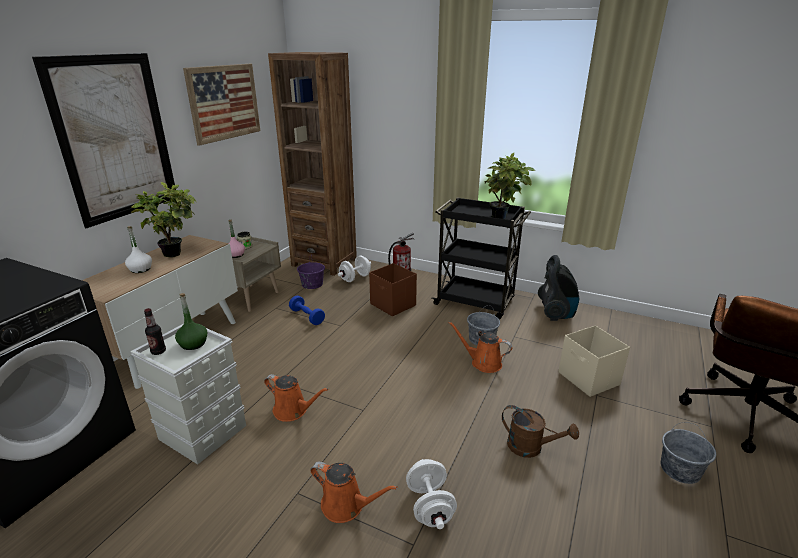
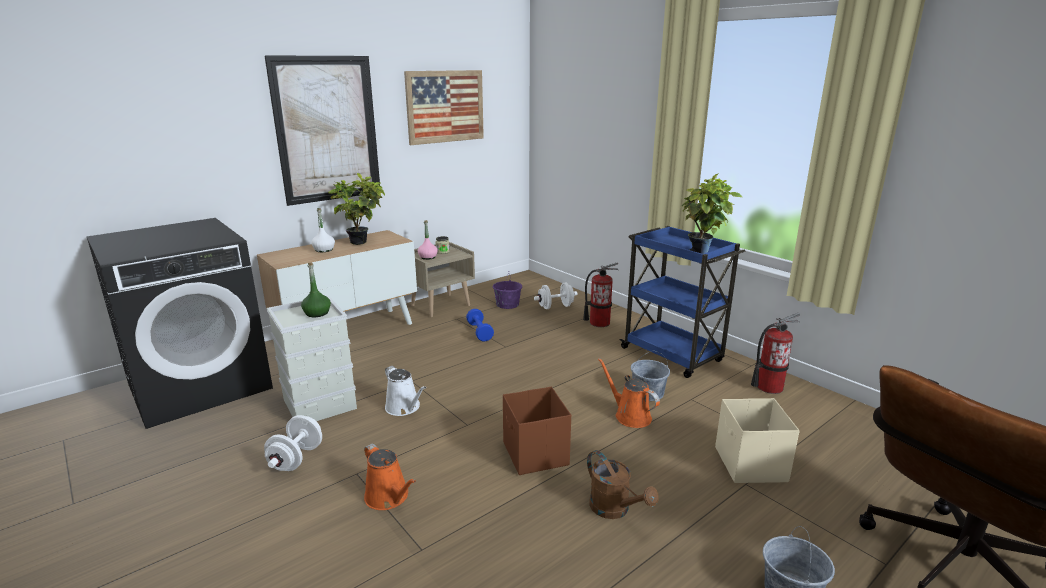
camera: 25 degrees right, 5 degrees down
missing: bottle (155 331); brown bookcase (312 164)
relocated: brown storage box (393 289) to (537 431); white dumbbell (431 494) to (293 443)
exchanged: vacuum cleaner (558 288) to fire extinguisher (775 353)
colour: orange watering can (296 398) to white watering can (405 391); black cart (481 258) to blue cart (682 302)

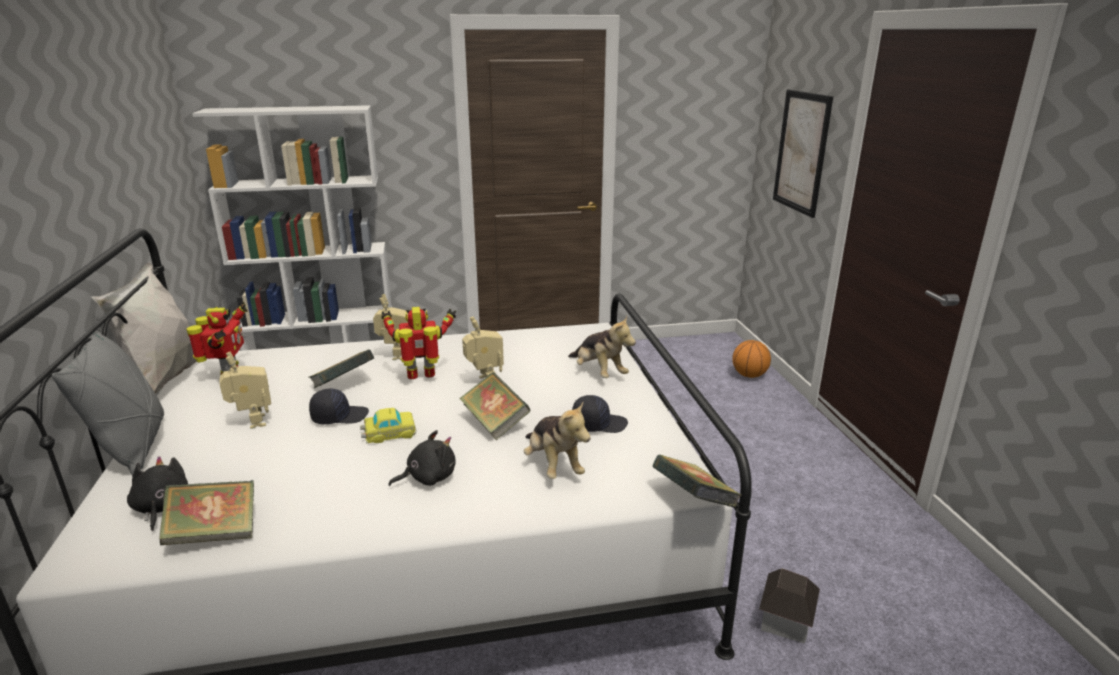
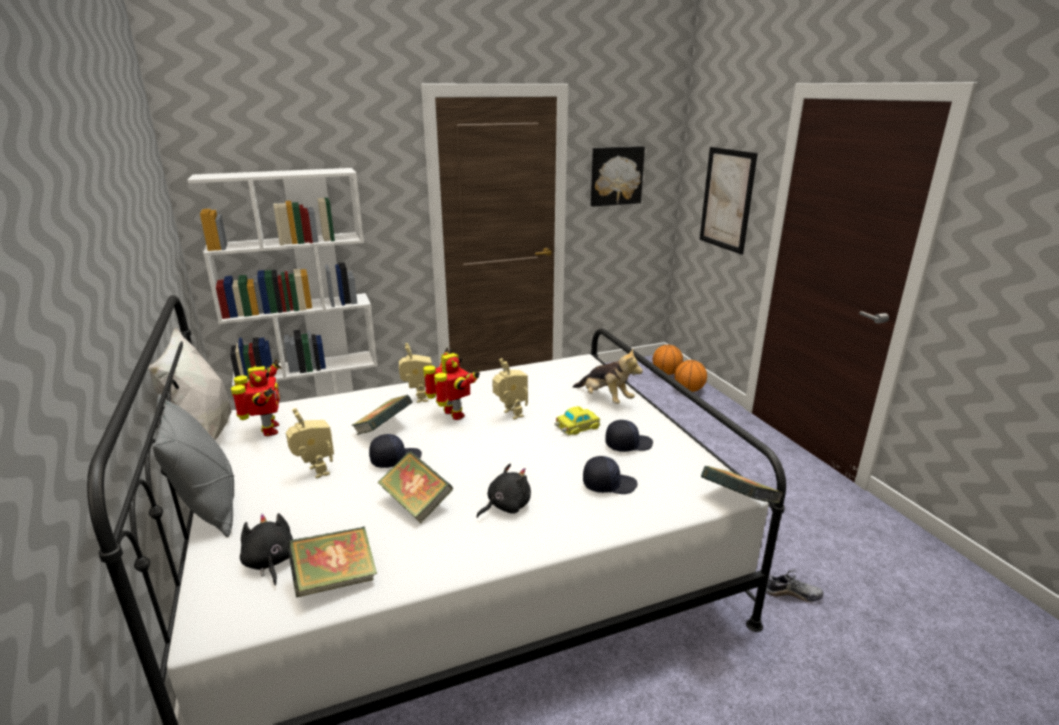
camera: 10 degrees left, 0 degrees up
appeared: picture (618 176); basketball (668 360)
relocated: toy car (388 425) to (577 421); book (495 406) to (415 487)
exchanged: plush toy (557 440) to black cap (610 475); toy house (789 606) to shoe (794 585)
spun: toy robot (419 343) = (451 384) 75 degrees clockwise

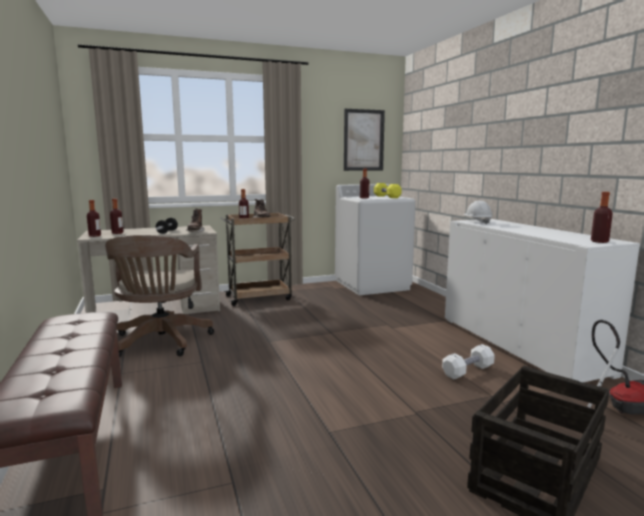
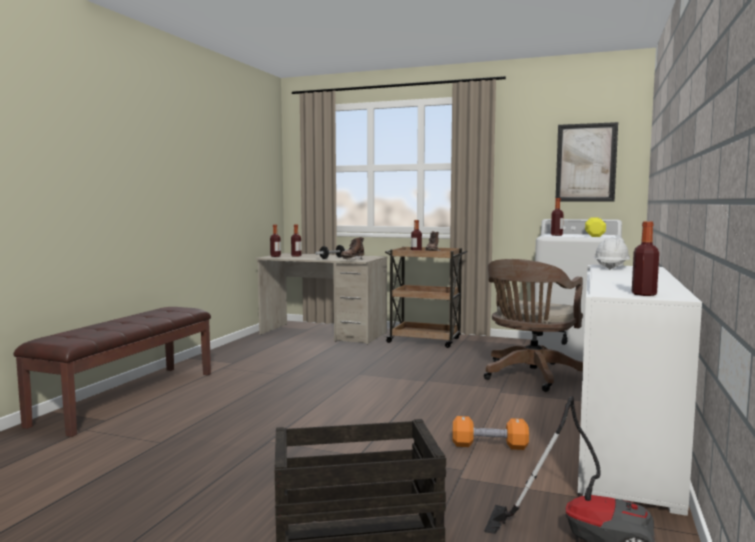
camera: 40 degrees right, 5 degrees down
relocated: brown office chair (159 296) to (533 325)
colour: white dumbbell (468 361) to orange dumbbell (491 433)

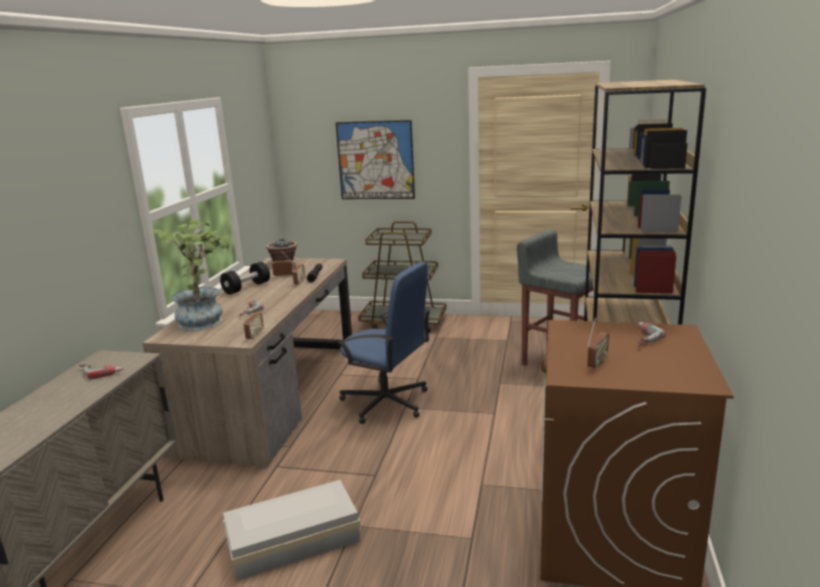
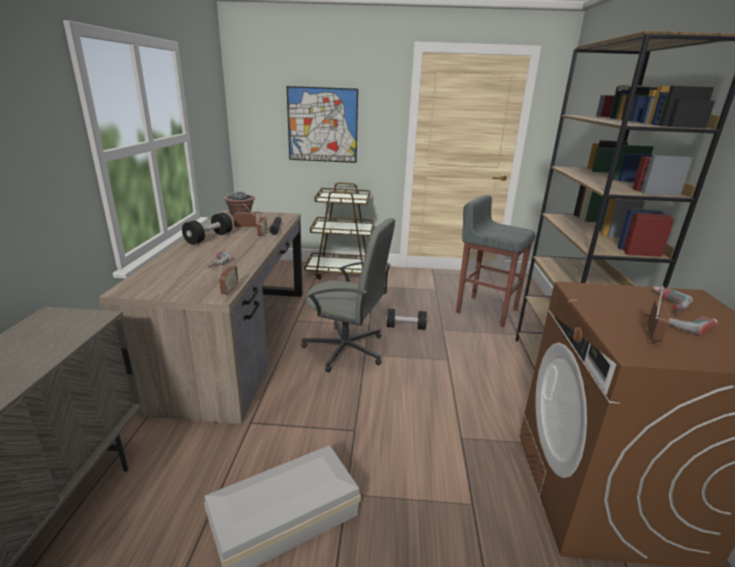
camera: 10 degrees left, 5 degrees up
missing: potted plant (190 274)
appeared: black dumbbell (406 319)
relocated: power drill (101 371) to (681 325)
colour: blue office chair (384 343) to grey office chair (348 295)

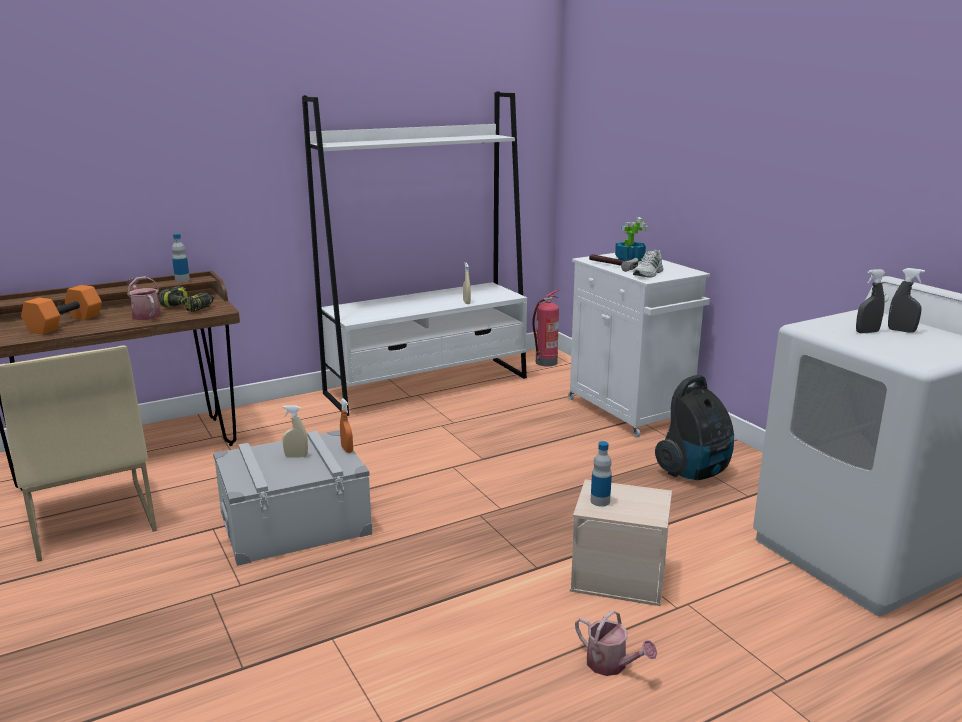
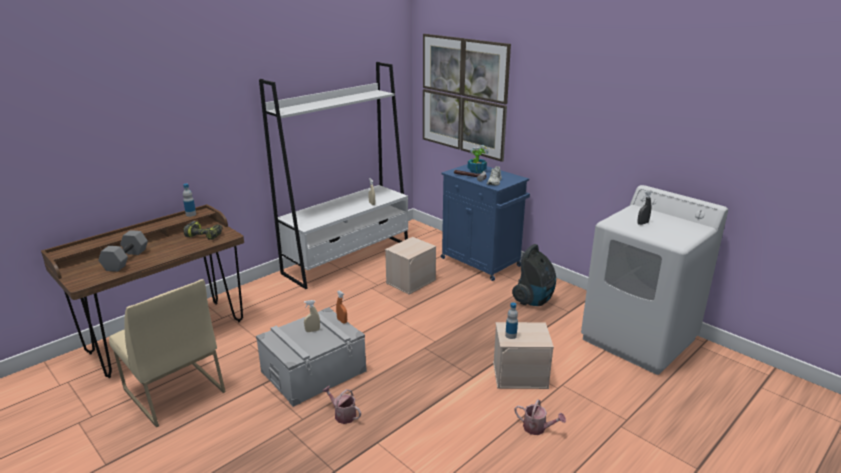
camera: 15 degrees left, 5 degrees up
missing: fire extinguisher (546 328); grey spray bottle (906 300)
appeared: beige storage box (410 266); picture (467 98)
relocated: watering can (143 298) to (341 405)
colour: orange dumbbell (61 310) to grey dumbbell (123 251); white cabinet (639 345) to blue cabinet (485 222)

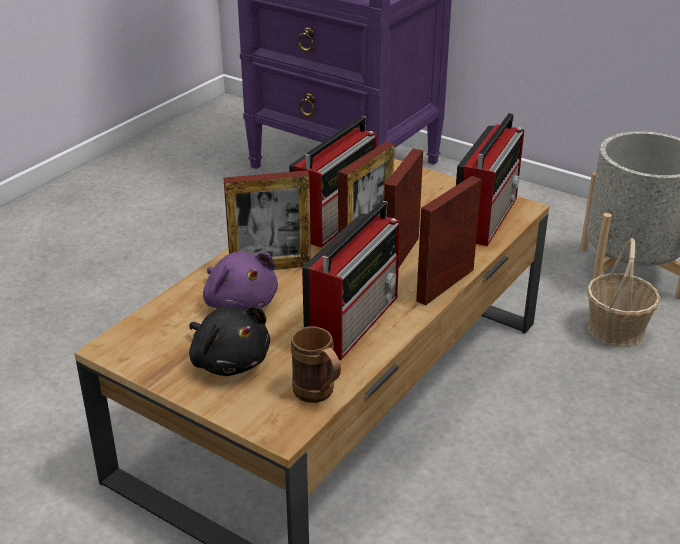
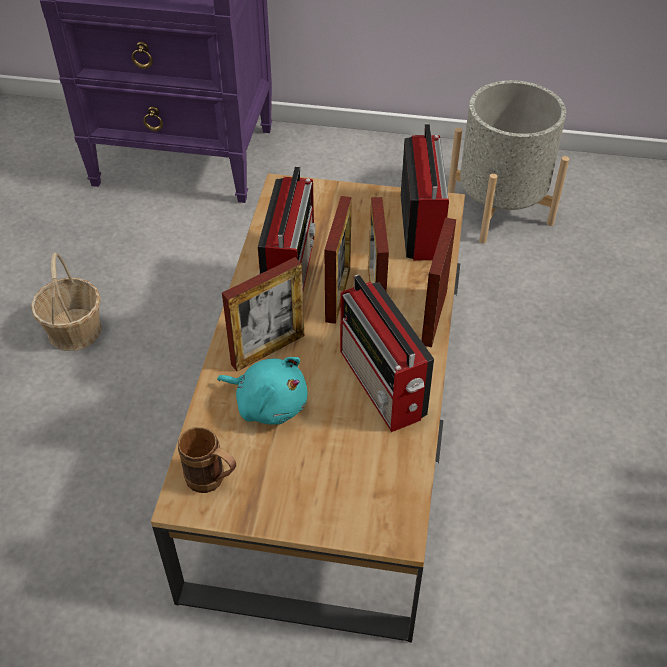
camera: 25 degrees left, 15 degrees up
missing: black plush toy (229 341)
relocated: brown mug (316 364) to (207 460); basket (623 292) to (66 302)
colour: purple plush toy (240 280) to turquoise plush toy (262 391)
spun: radio (351 280) = (387 353) 150 degrees clockwise

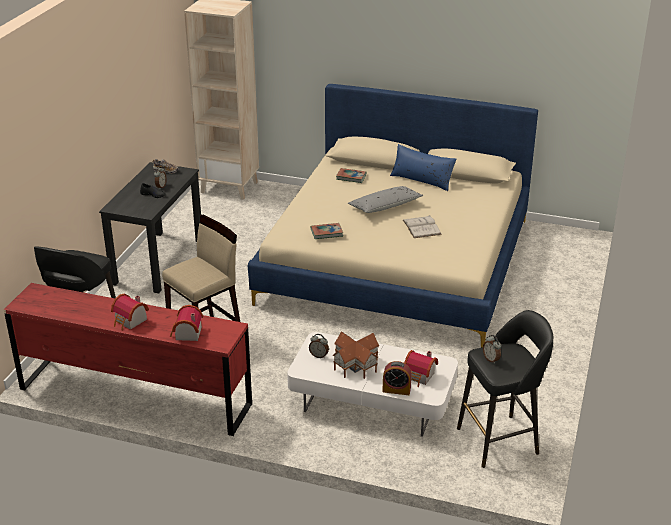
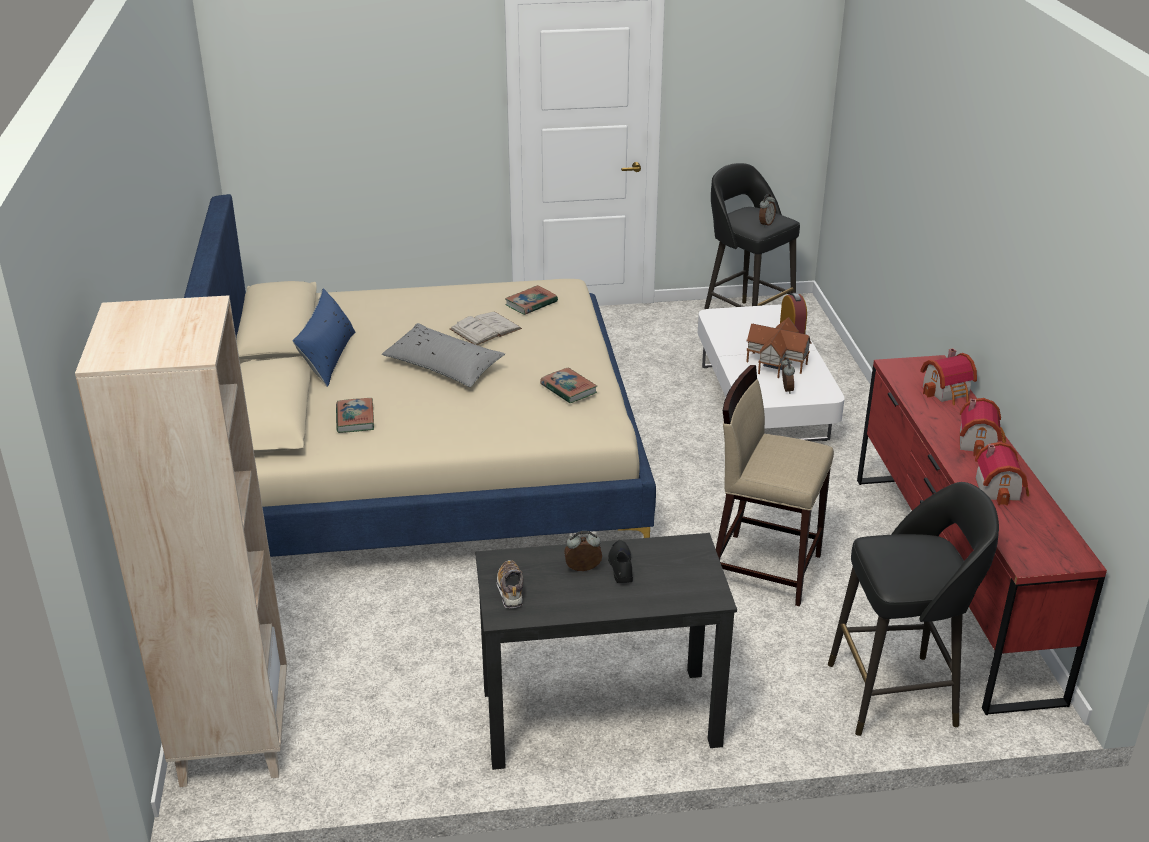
camera: 115 degrees left, 0 degrees up
appeared: book (531 300)
relocated: toy house (421 368) to (1002 474)

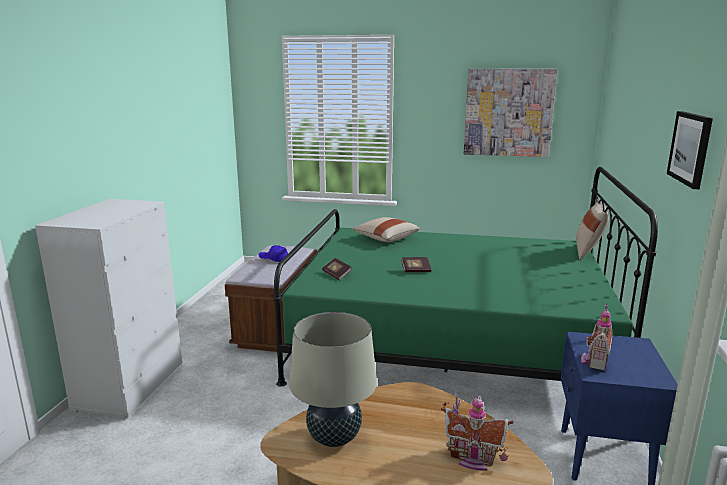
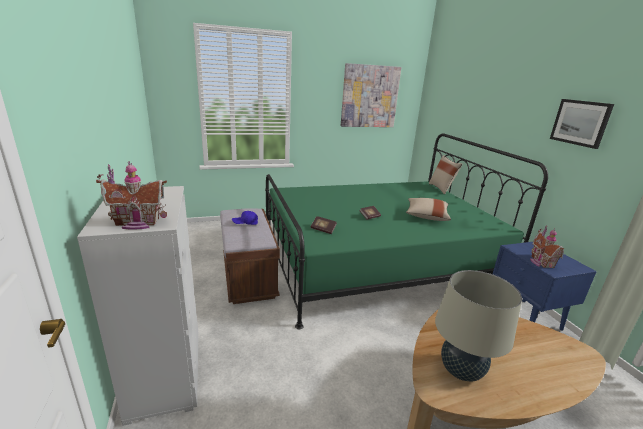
camera: 30 degrees left, 5 degrees up
relocated: beige pillow (386 229) to (428 209); toy house (477 433) to (131 195)

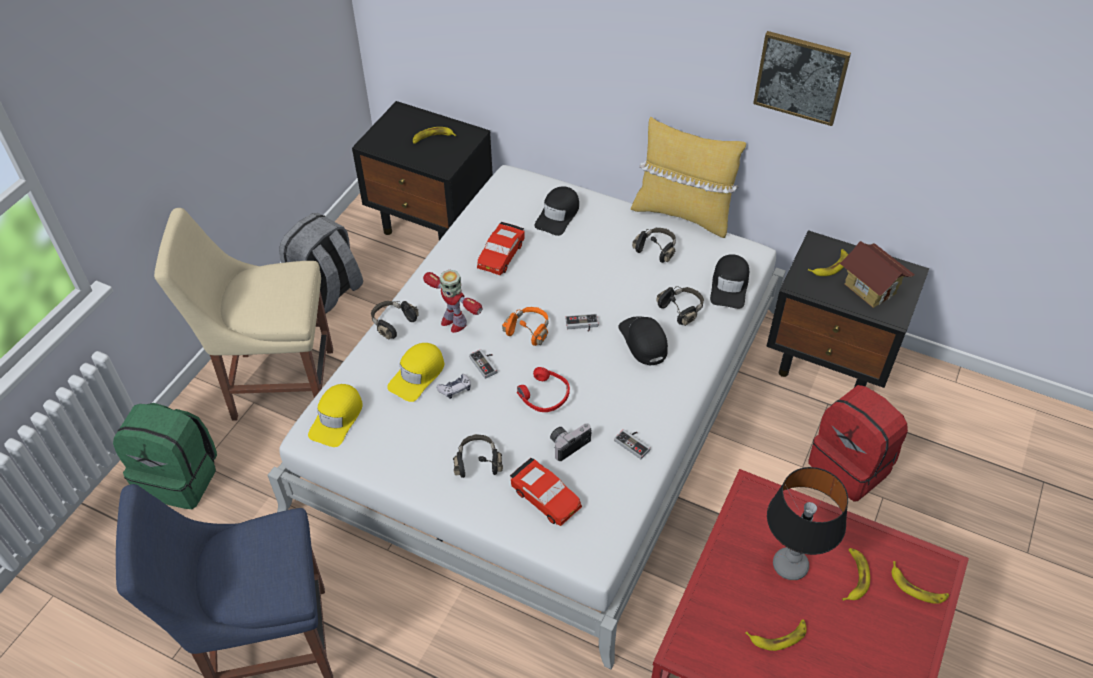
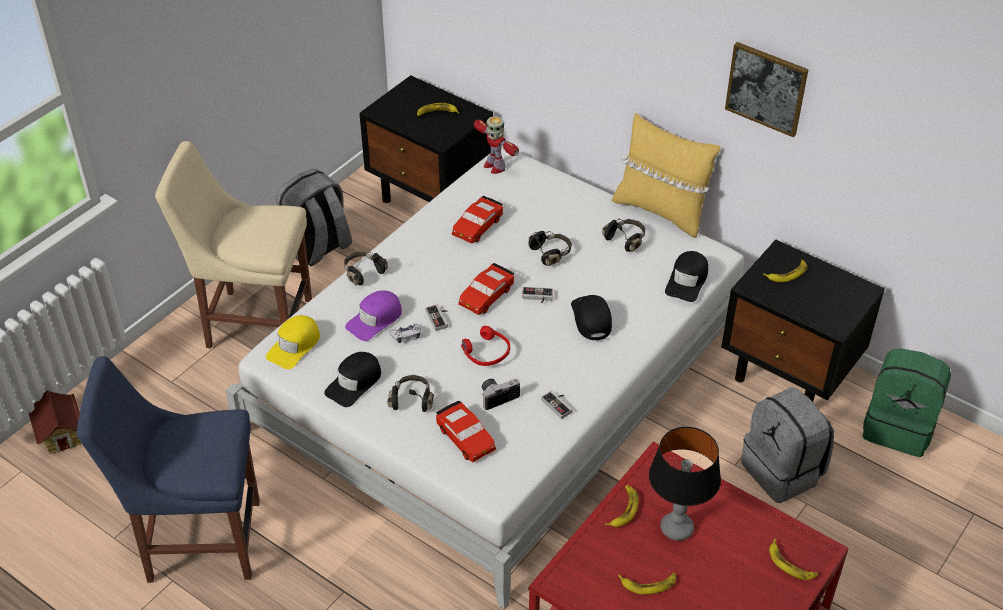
camera: 10 degrees right, 5 degrees down
relocated: green backpack (165 456) to (906 402); toy robot (453 301) to (496 145); black cap (556 211) to (352 379); black headphones (680 306) to (550 248); toy house (877 274) to (54 422); banana (856 574) to (622 506)
exchanged: orange headphones (525 326) to red toy car (486 289)
colour: yellow cap (415 372) to purple cap (373 315); red backpack (858 443) to grey backpack (787 445)

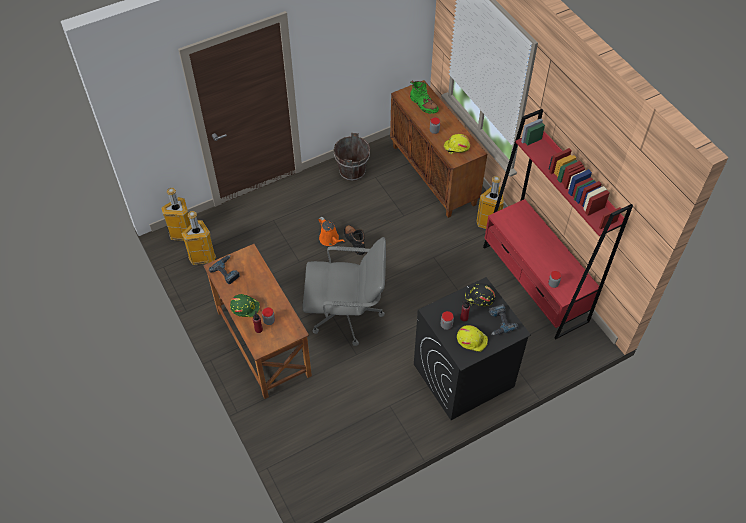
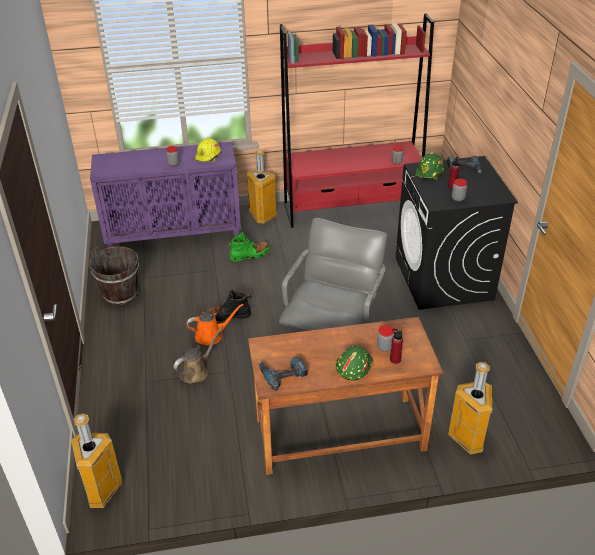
camera: 70 degrees left, 15 degrees down
missing: yellow hard hat (472 338)
appeared: brown watering can (197 356)
relocated: trash can (199 238) to (470 408); green boot (424 97) to (248 247)
colour: brown cabinet (438 149) to purple cabinet (165 194); black hard hat (480 294) to green hard hat (430 166)

